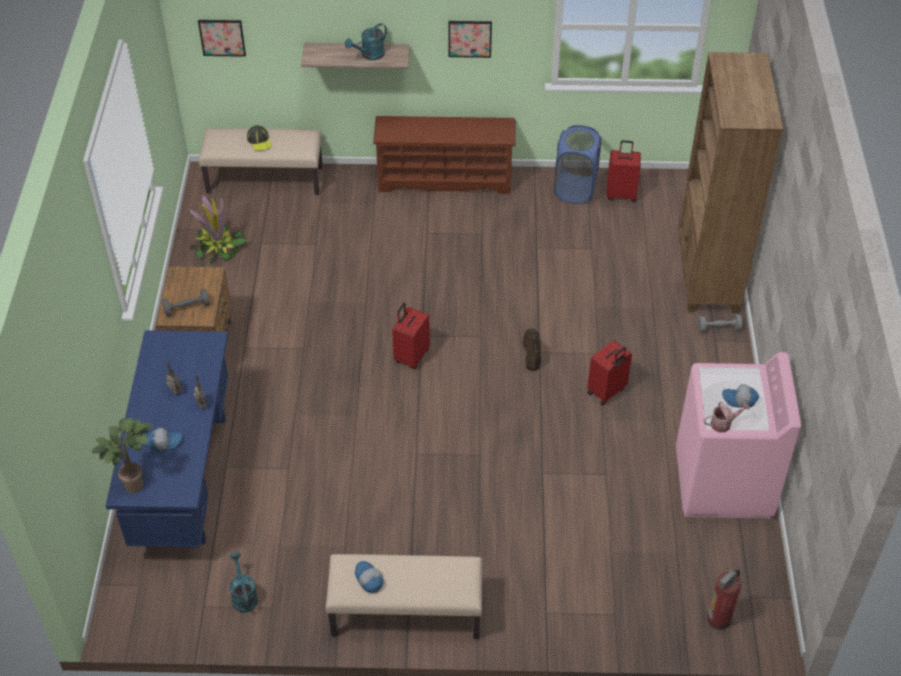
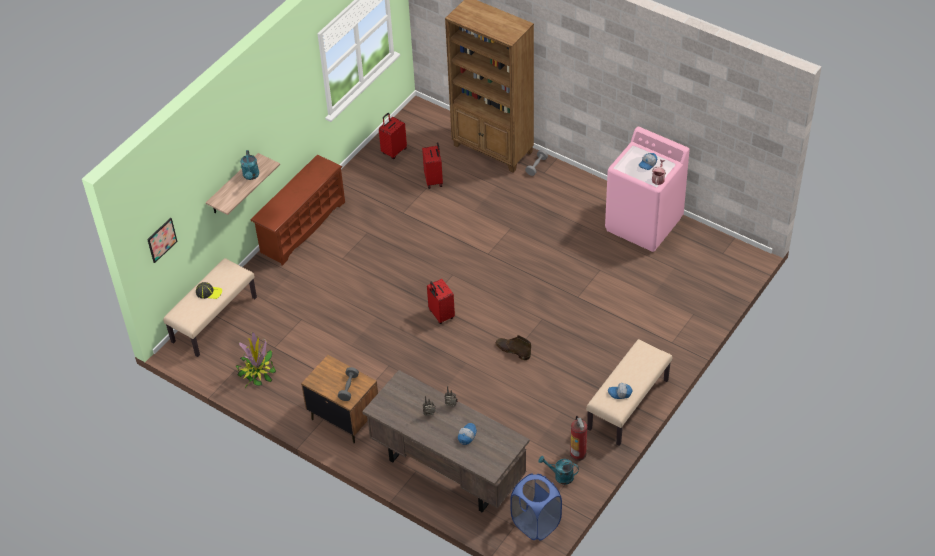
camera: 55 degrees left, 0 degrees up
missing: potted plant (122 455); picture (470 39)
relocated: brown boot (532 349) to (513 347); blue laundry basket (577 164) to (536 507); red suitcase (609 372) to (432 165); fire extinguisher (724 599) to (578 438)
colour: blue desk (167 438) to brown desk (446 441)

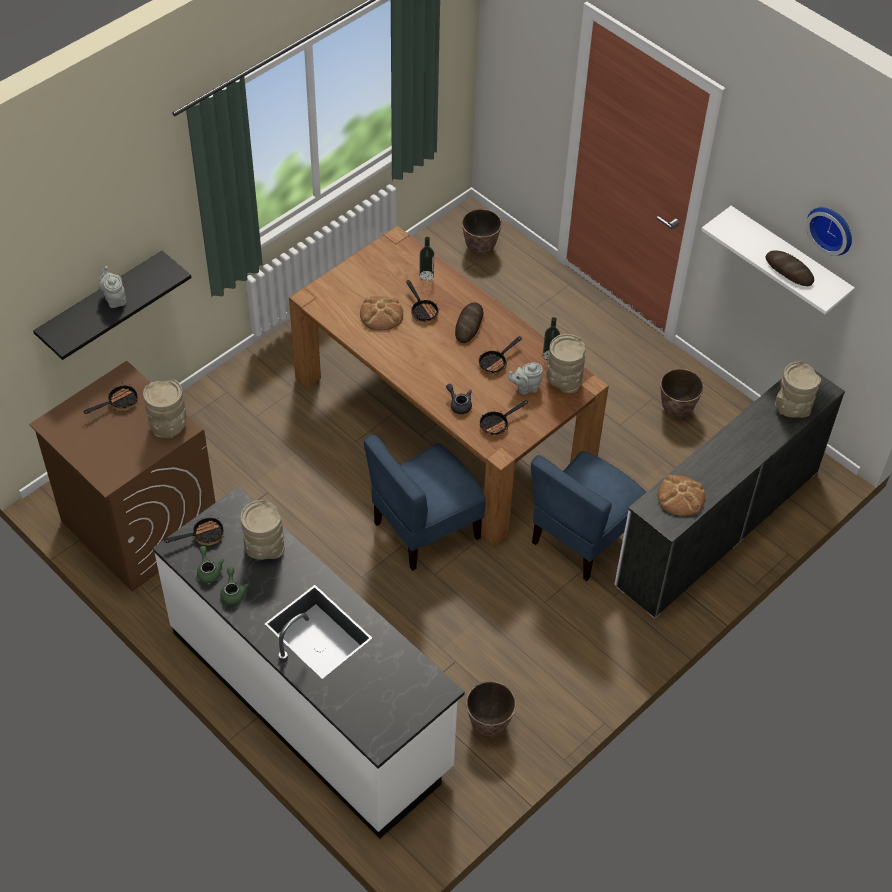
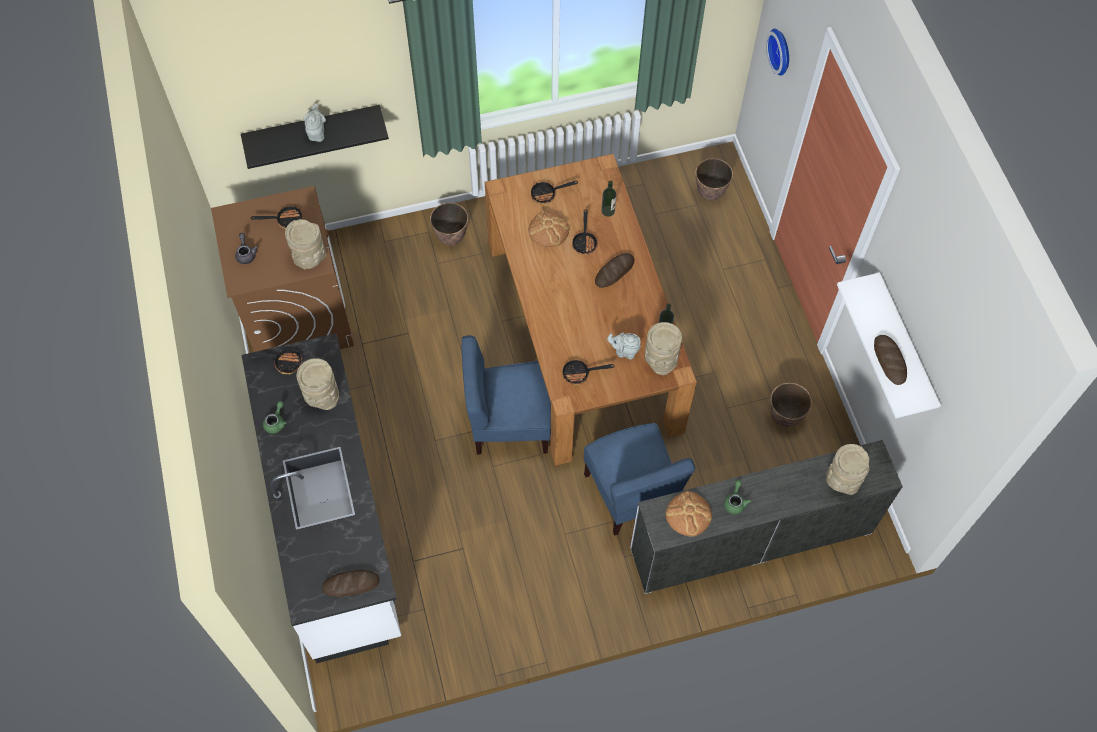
camera: 30 degrees right, 10 degrees up
appeared: bread (351 583)
relocated: green teapot (210 564) to (737 497); grey teapot (459 399) to (246 248); planter (491 709) to (449 224); frying pan (500 355) to (554 192); wall clock (829 231) to (777 52)
spun: blue chair (588 516) = (640 479) 90 degrees counterclockwise

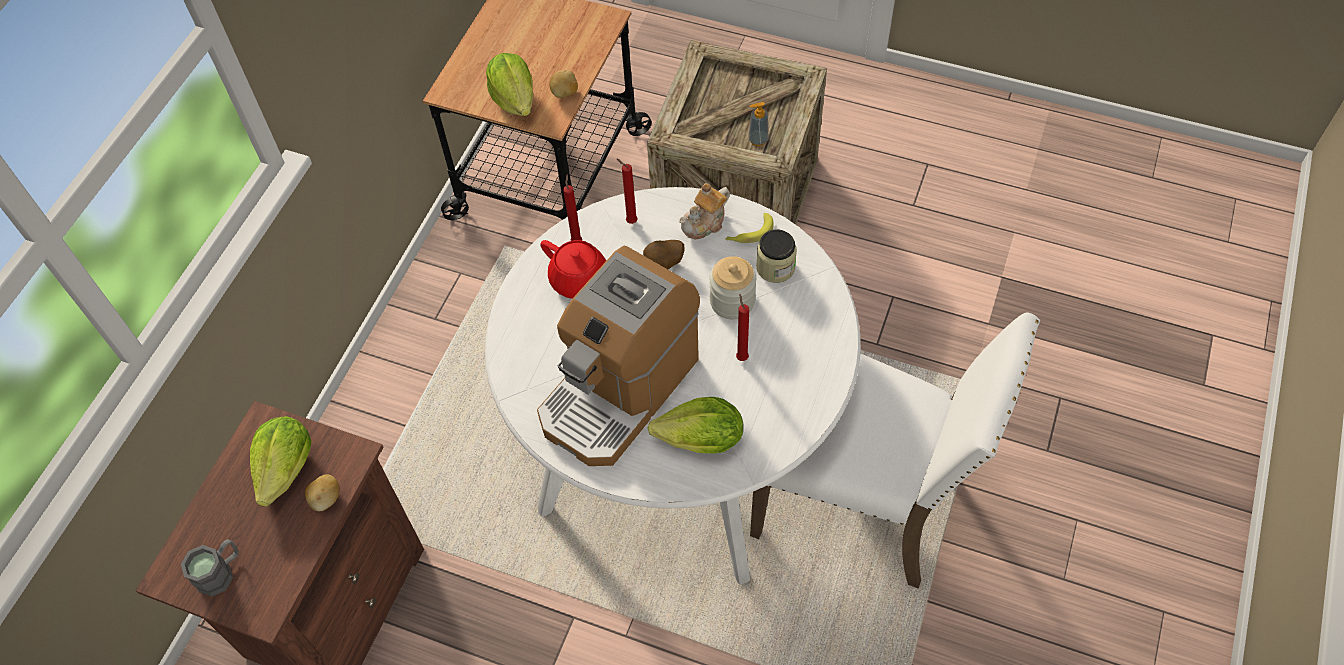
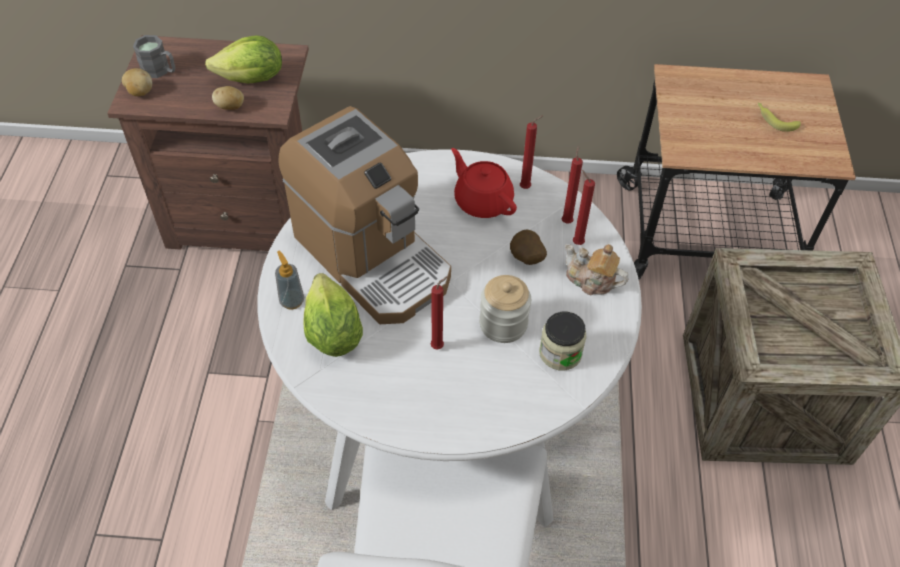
camera: 70 degrees right, 5 degrees down
missing: lettuce (509 84)
appeared: red candle (584 207)
relocated: potato (563 84) to (137 82); banana (749 228) to (779 117); soap dispenser (758 124) to (289 280)
spun: coffee machine (618 356) = (364 215) 150 degrees counterclockwise; red teapot (573 269) = (484 183) 120 degrees clockwise

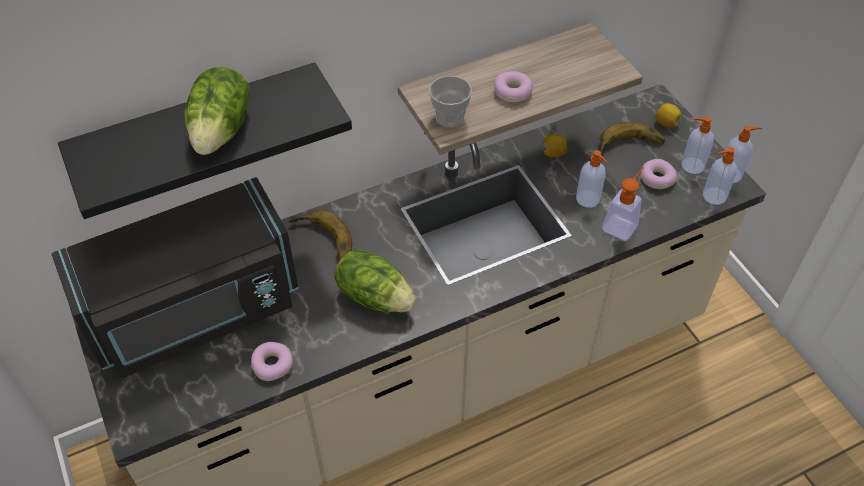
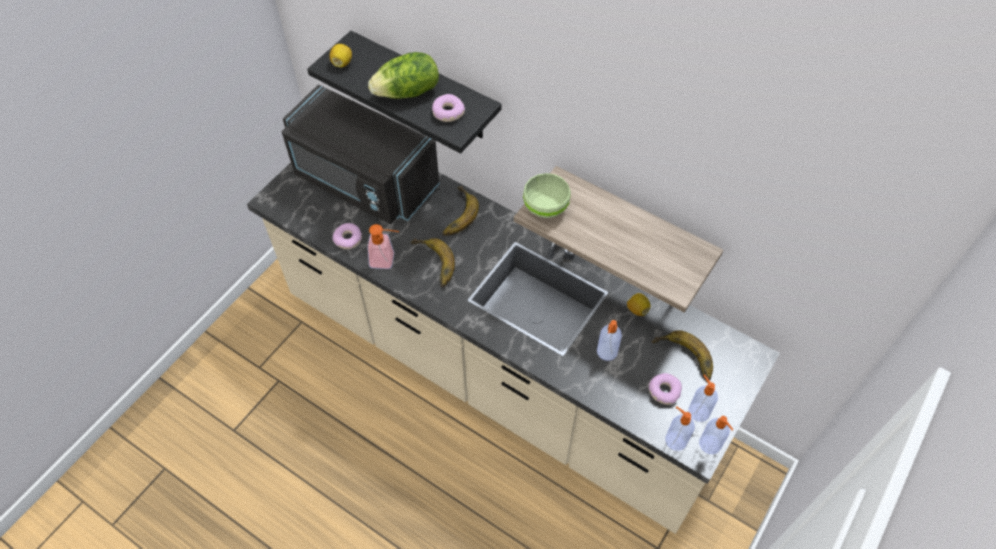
camera: 60 degrees right, 5 degrees up
relocated: donut (513 87) to (448 108); soap dispenser (623 204) to (383 246); lemon (668 115) to (341 56)
exchanged: lettuce (375 280) to banana (432 262); cup (450 102) to green bowl (547 195)

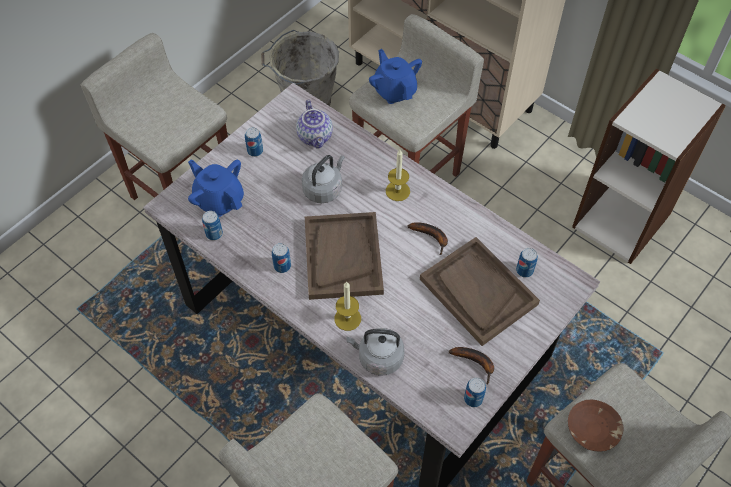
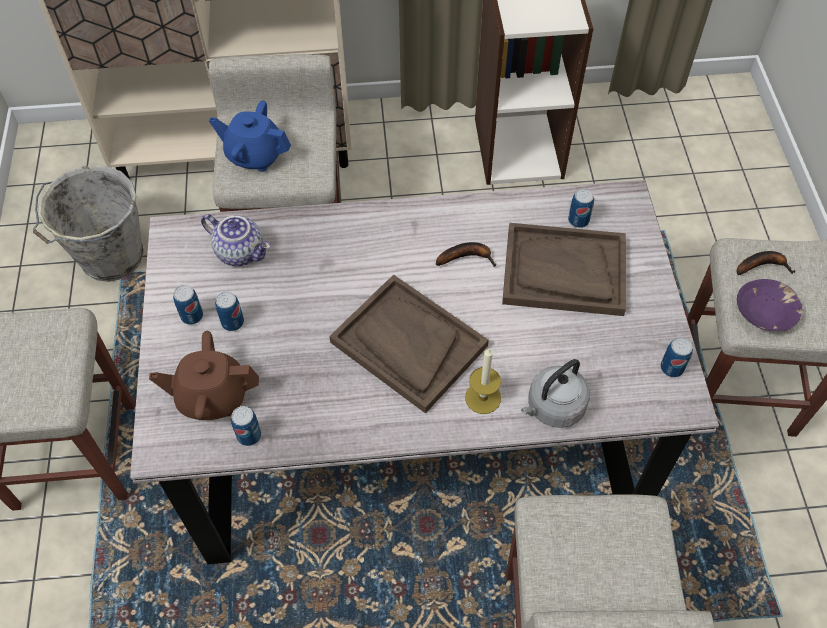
camera: 45 degrees left, 0 degrees up
missing: grey kettle (323 179); candle (398 175)
relocated: can (281 258) to (229 311); banana (471 366) to (766 263)
colour: blue teapot (216 188) to brown teapot (204 375); brown bowl (596 425) to purple bowl (769 305)

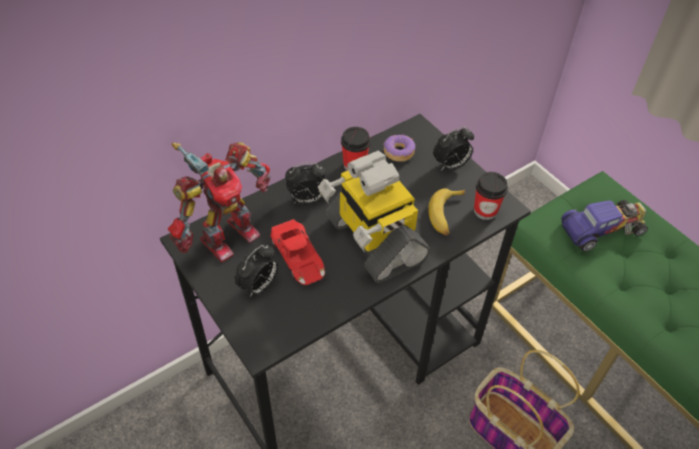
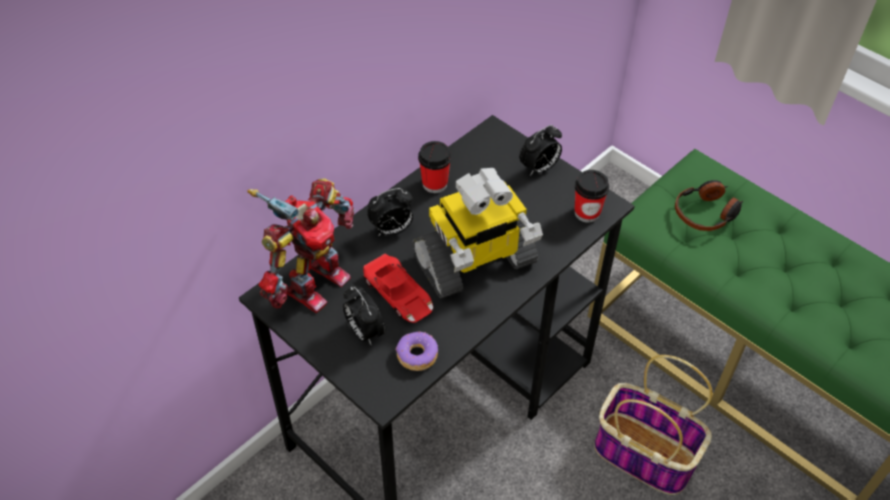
camera: 10 degrees left, 0 degrees up
missing: banana (446 212)
relocated: donut (399 148) to (416 351)
exchanged: toy car (604 226) to headphones (709 205)
spun: alarm clock (256 270) = (364 315) 120 degrees clockwise; toy robot (374 217) = (477 233) 75 degrees counterclockwise

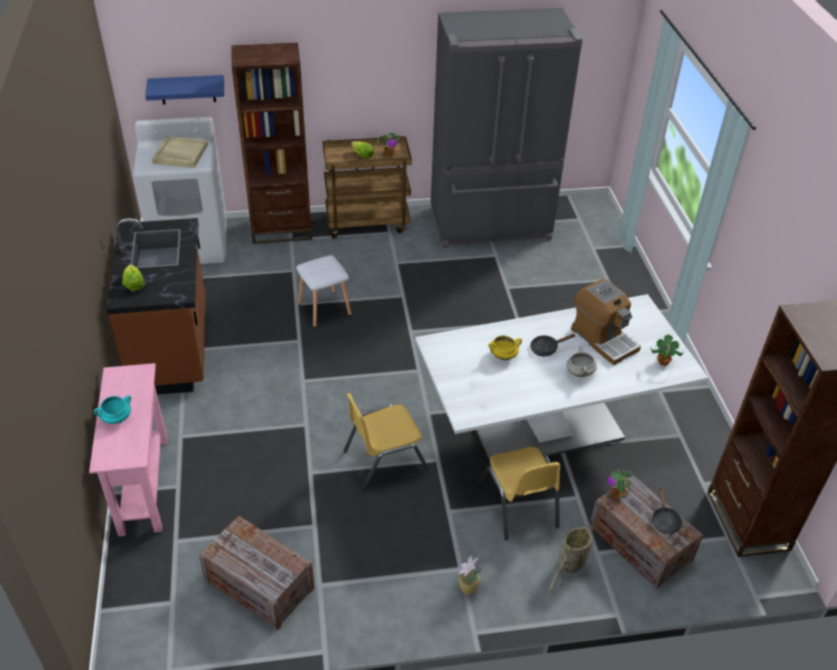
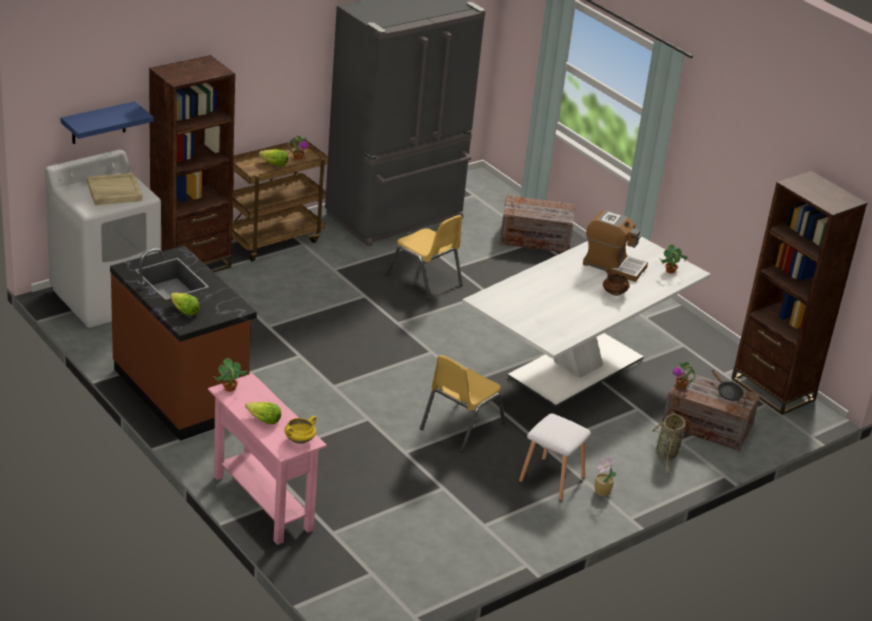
camera: 30 degrees left, 10 degrees down
missing: black frying pan (552 345)
appeared: potted plant (230 375)
relocated: crate (257 573) to (537 223); white stool (323 291) to (555 457); yellow chair (519 493) to (424 257); yellow cooking pot (505 348) to (300 430)
exchanged: turquoise cooking pot (112 409) to lettuce (263 413)
colour: white cooking pot (581 361) to brown cooking pot (616 282)

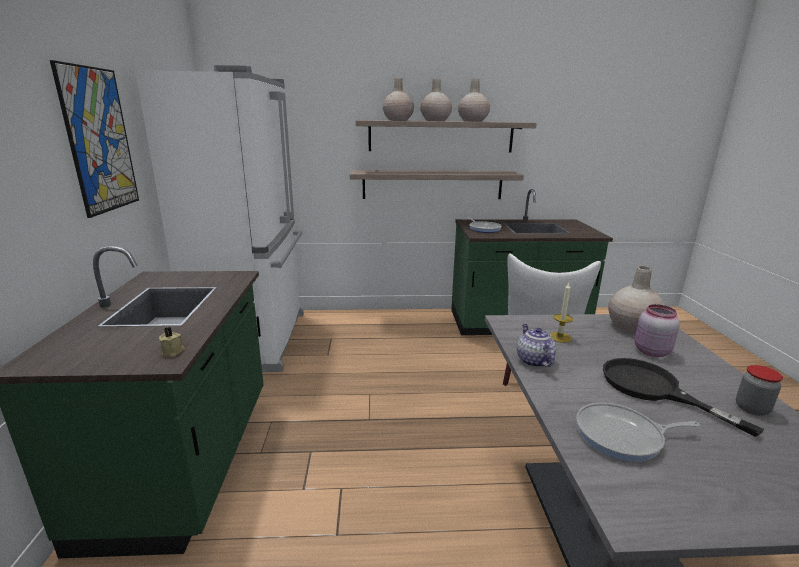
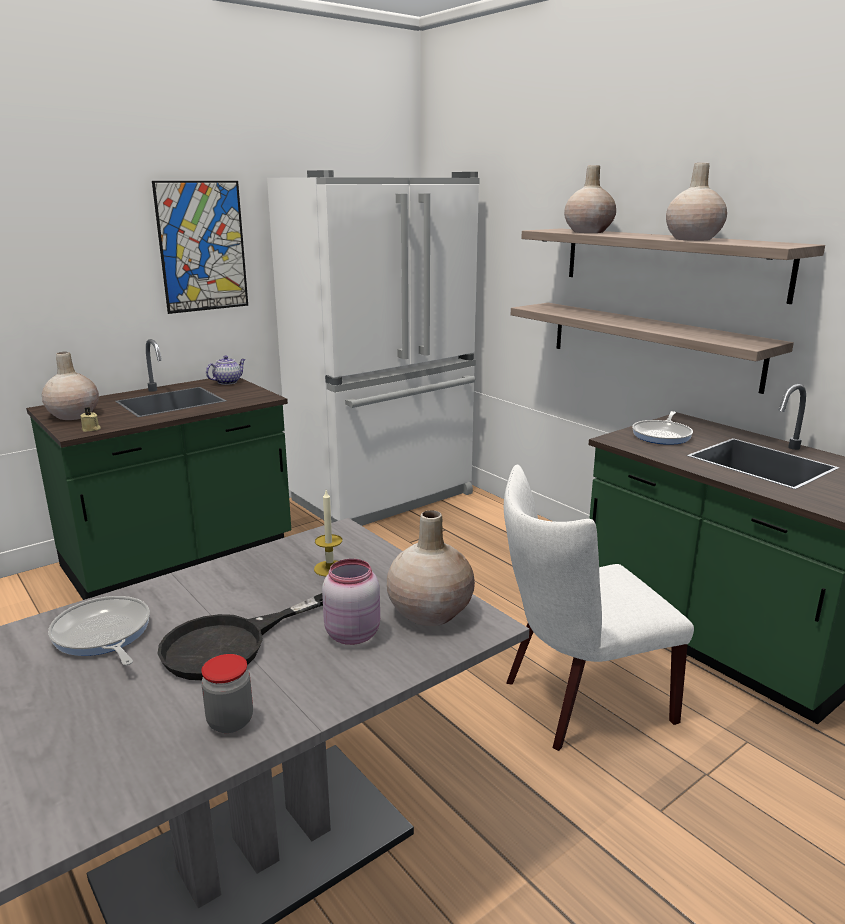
camera: 55 degrees right, 0 degrees up
relocated: beige vase (436 99) to (70 386); teapot (536 345) to (226 370)
spun: black frying pan (683 397) = (240 636) 150 degrees counterclockwise

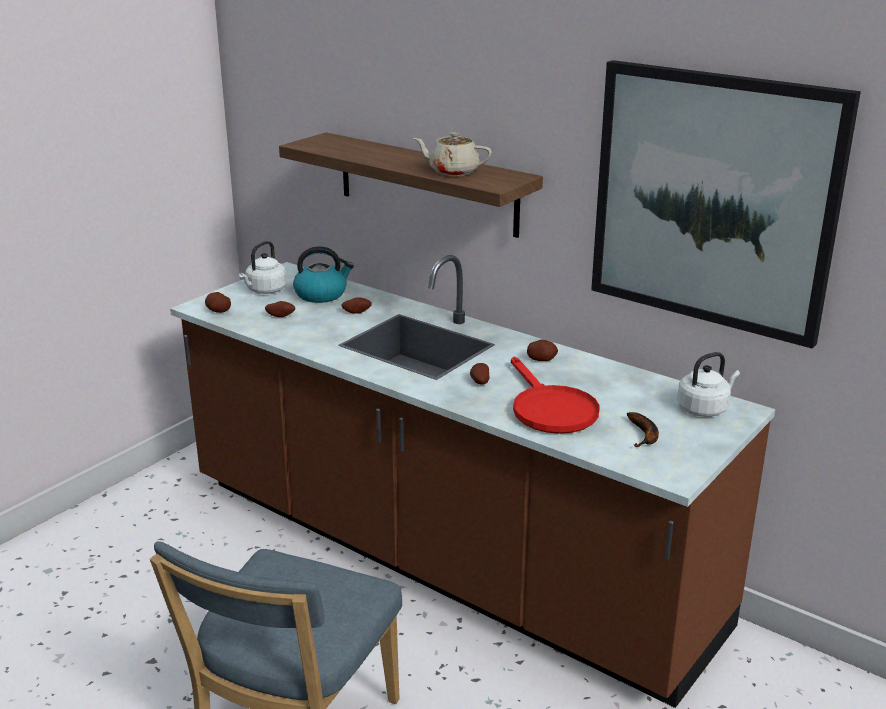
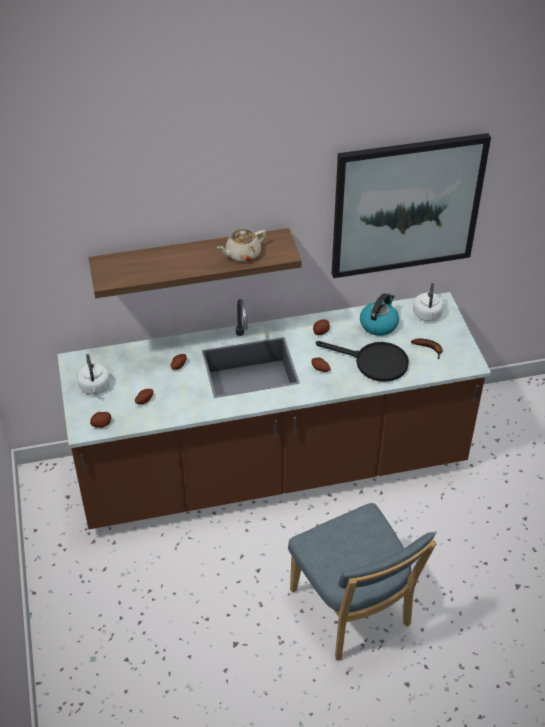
camera: 50 degrees left, 20 degrees up
relocated: kettle (323 274) to (379 314)
colour: red frying pan (555 395) to black frying pan (362 361)

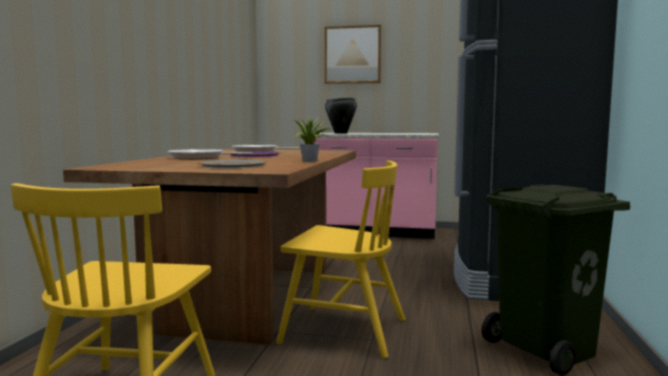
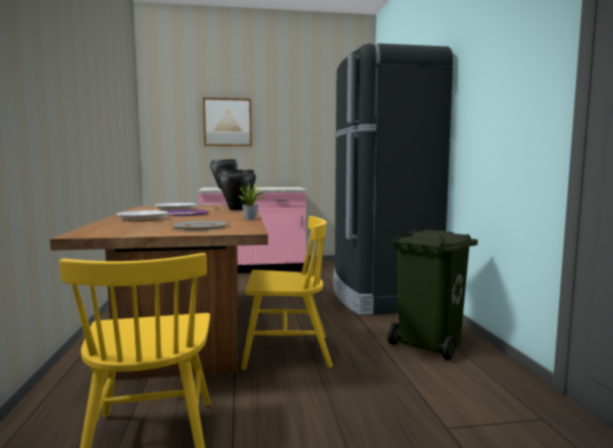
camera: 20 degrees left, 0 degrees up
appeared: black cooking pot (236 189)

